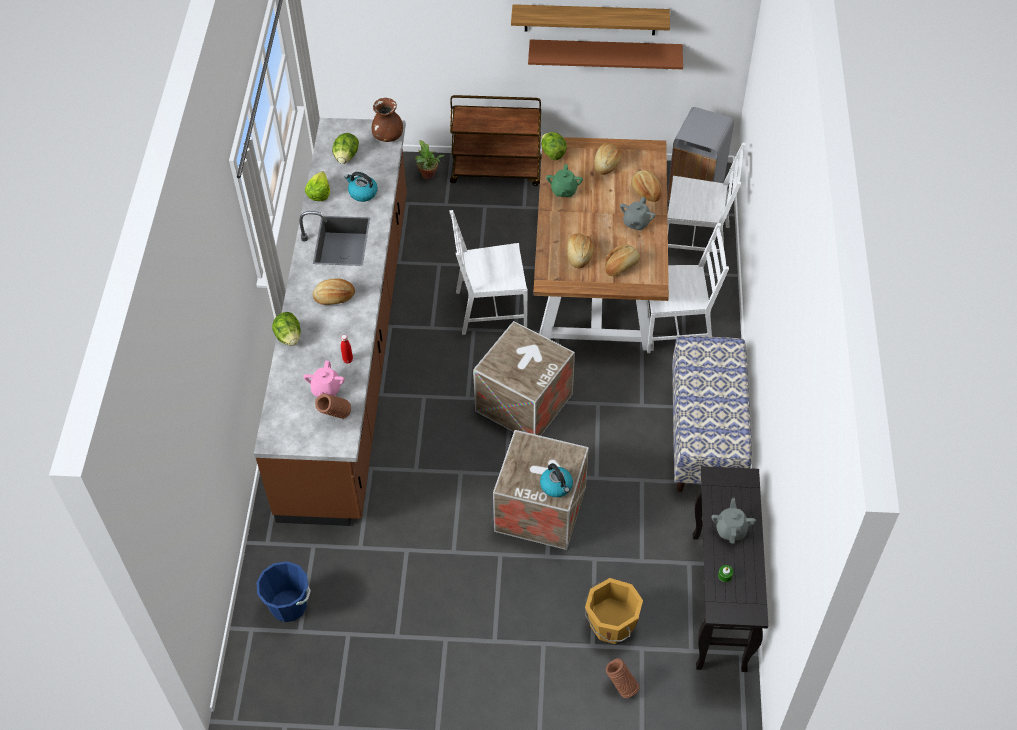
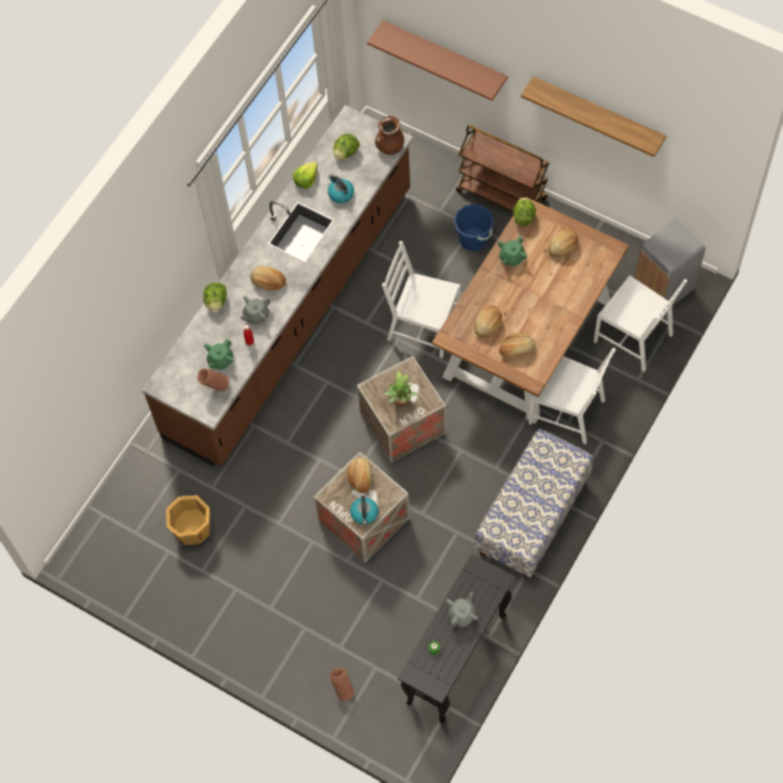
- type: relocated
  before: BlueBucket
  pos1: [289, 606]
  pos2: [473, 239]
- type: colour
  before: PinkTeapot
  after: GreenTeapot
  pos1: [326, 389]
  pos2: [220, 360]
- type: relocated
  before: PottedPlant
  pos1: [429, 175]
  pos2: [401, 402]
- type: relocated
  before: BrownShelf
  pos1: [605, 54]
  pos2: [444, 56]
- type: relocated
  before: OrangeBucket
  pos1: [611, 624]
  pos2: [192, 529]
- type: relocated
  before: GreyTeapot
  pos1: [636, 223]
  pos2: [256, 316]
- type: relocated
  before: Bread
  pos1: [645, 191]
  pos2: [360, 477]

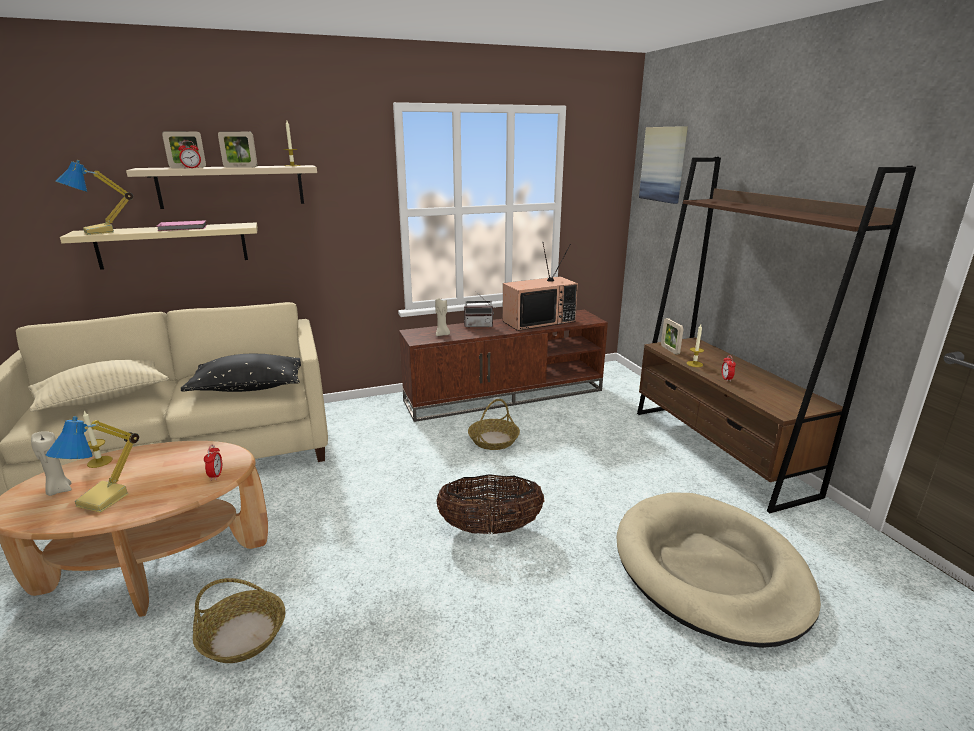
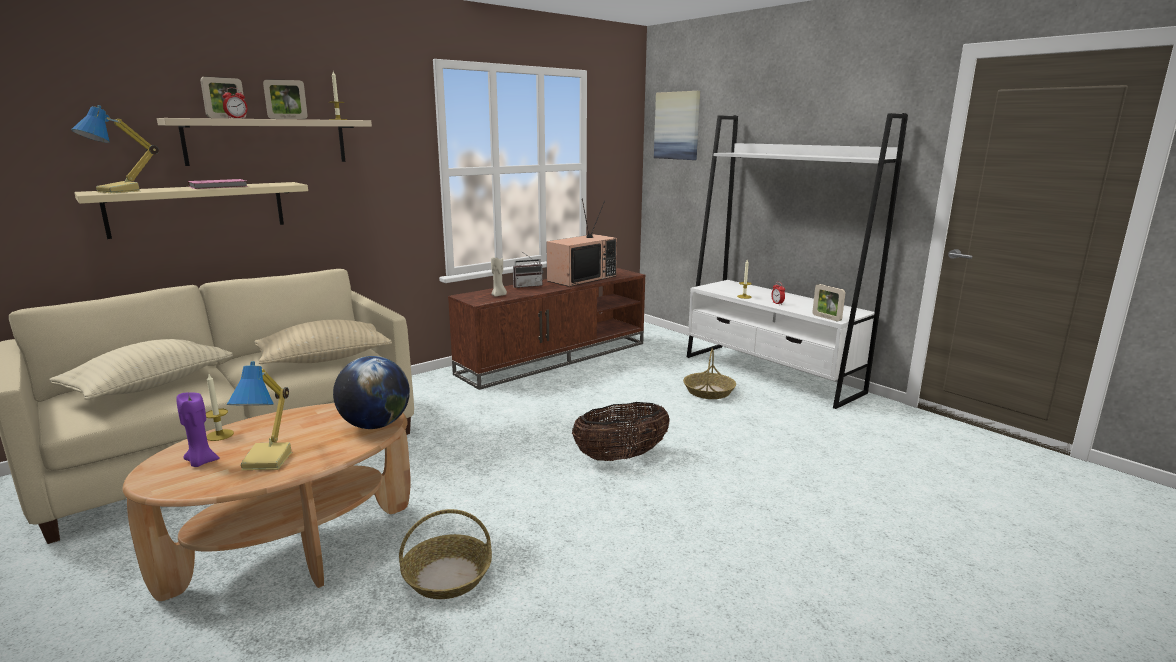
- type: colour
  before: BeigeCandle
  after: PurpleCandle
  pos1: [59, 490]
  pos2: [201, 462]
- type: colour
  before: BlackPillow
  after: BeigePillow
  pos1: [249, 388]
  pos2: [325, 359]
- type: exchanged
  before: AlarmClock
  after: Globe
  pos1: [216, 475]
  pos2: [375, 425]
- type: relocated
  before: Basket
  pos1: [493, 440]
  pos2: [709, 392]
- type: missing
  before: BeigeDogBed
  pos1: [709, 570]
- type: colour
  before: BrownBookcase
  after: WhiteBookcase
  pos1: [718, 450]
  pos2: [771, 374]
- type: relocated
  before: PictureFrame
  pos1: [670, 350]
  pos2: [826, 318]

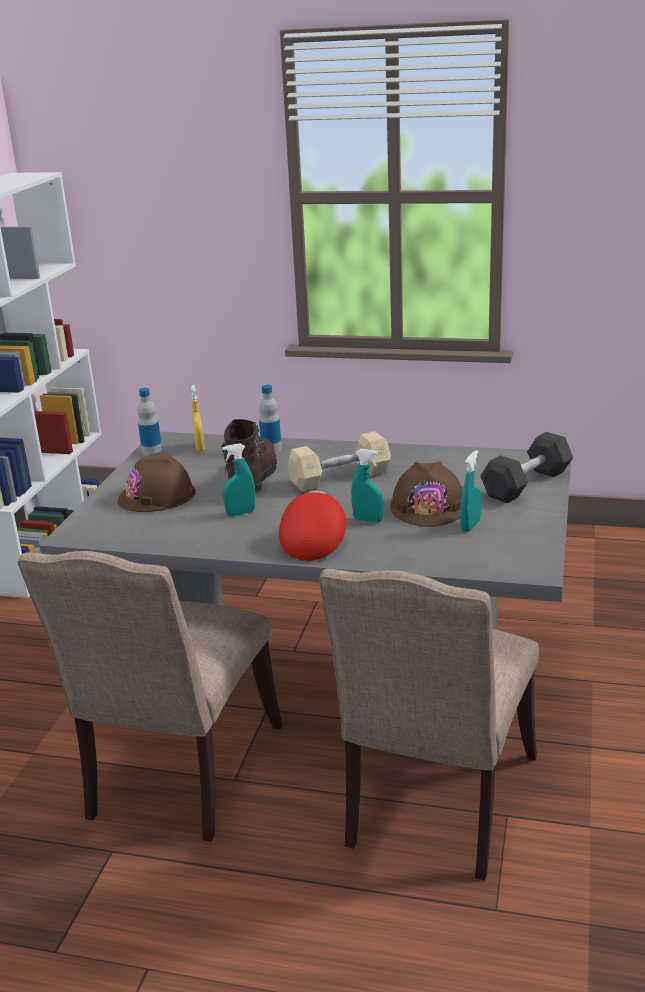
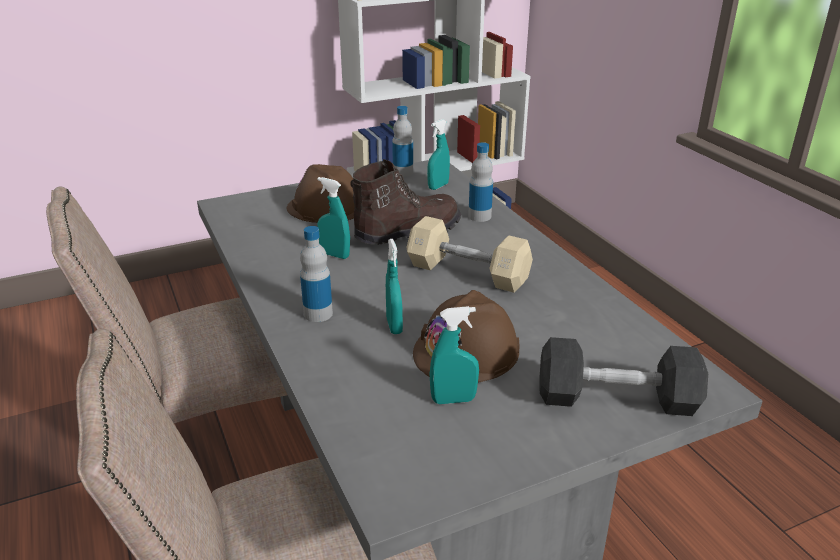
- type: colour
  before: YellowSprayBottle
  after: TurquoiseSprayBottle
  pos1: [200, 447]
  pos2: [438, 186]
- type: exchanged
  before: RedCap
  after: Bottle
  pos1: [314, 540]
  pos2: [318, 314]

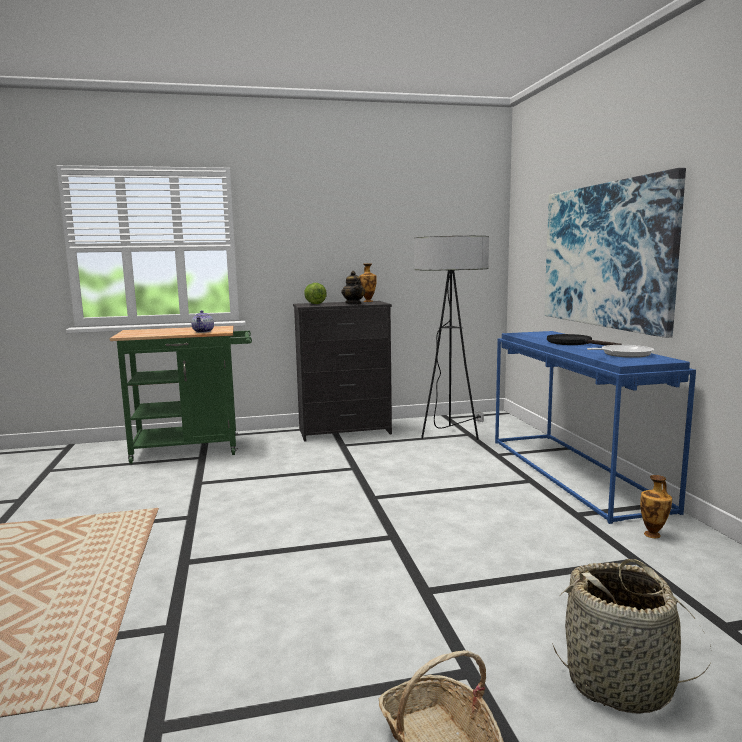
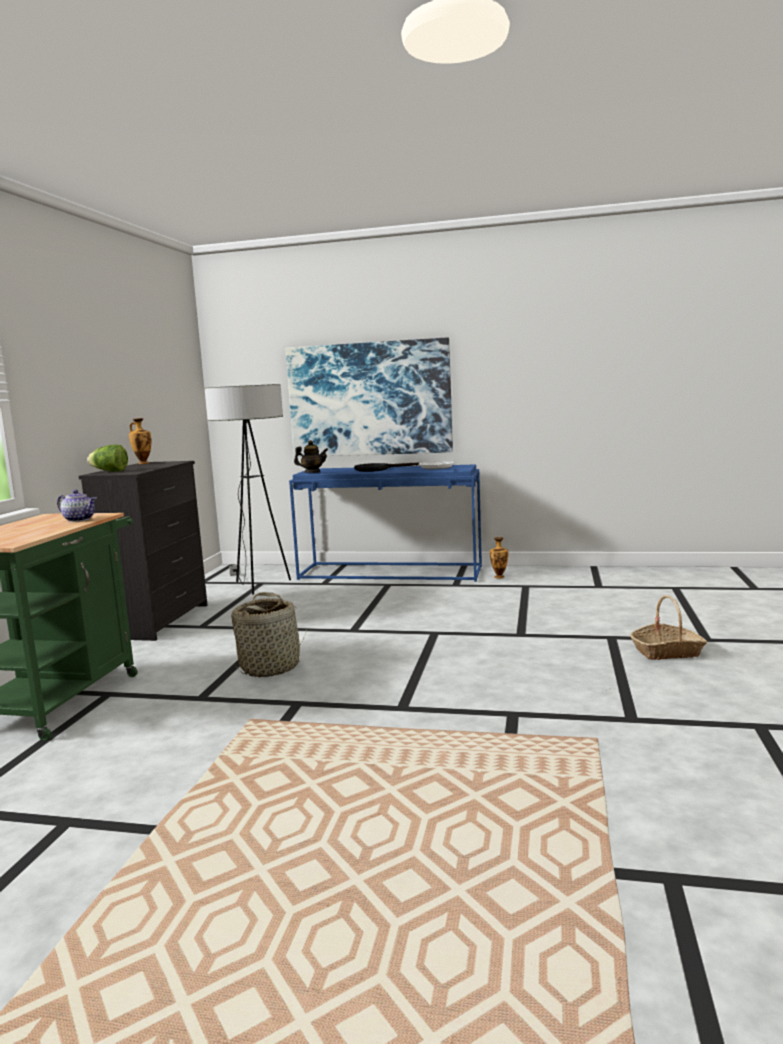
- type: relocated
  before: Teapot
  pos1: [353, 304]
  pos2: [312, 472]
- type: relocated
  before: Basket
  pos1: [620, 682]
  pos2: [270, 667]

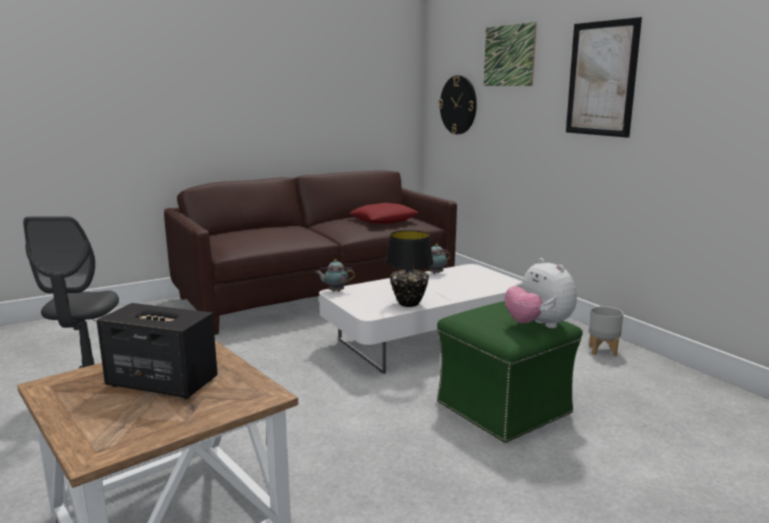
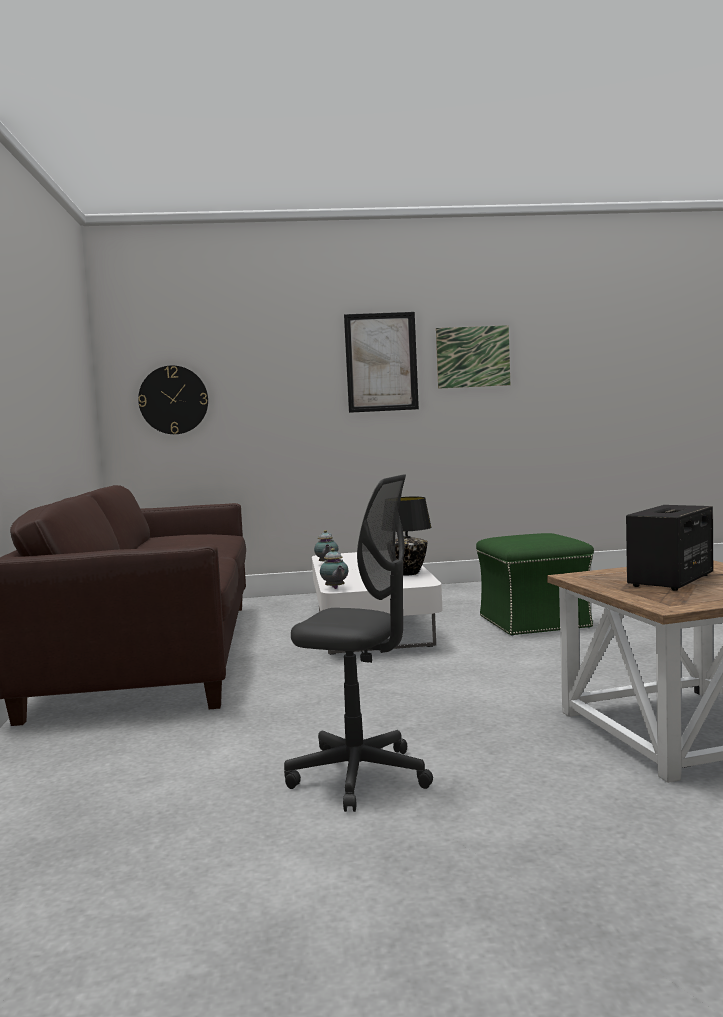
- type: spun
  before: Teapot
  pos1: [335, 291]
  pos2: [335, 588]
  turn: -45
- type: missing
  before: RedPillow
  pos1: [384, 220]
- type: relocated
  before: Picture
  pos1: [509, 55]
  pos2: [473, 357]
- type: missing
  before: PlushToy
  pos1: [538, 325]
- type: missing
  before: GreyPlanter
  pos1: [603, 350]

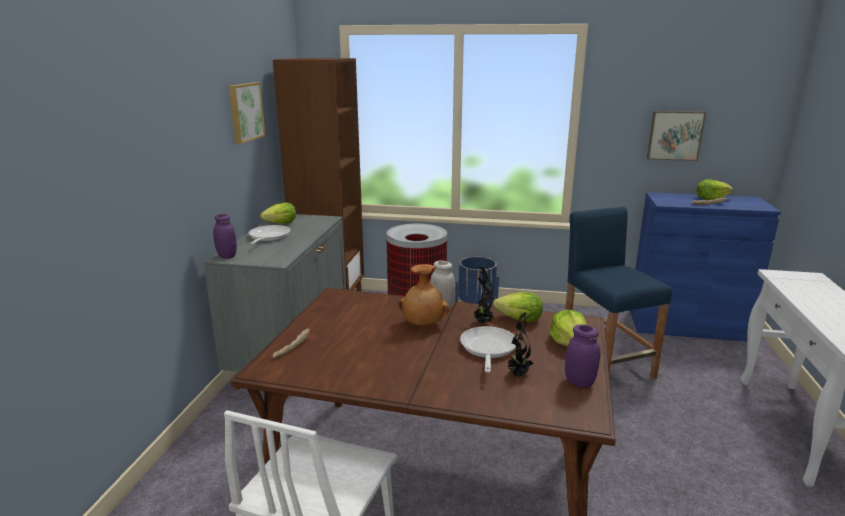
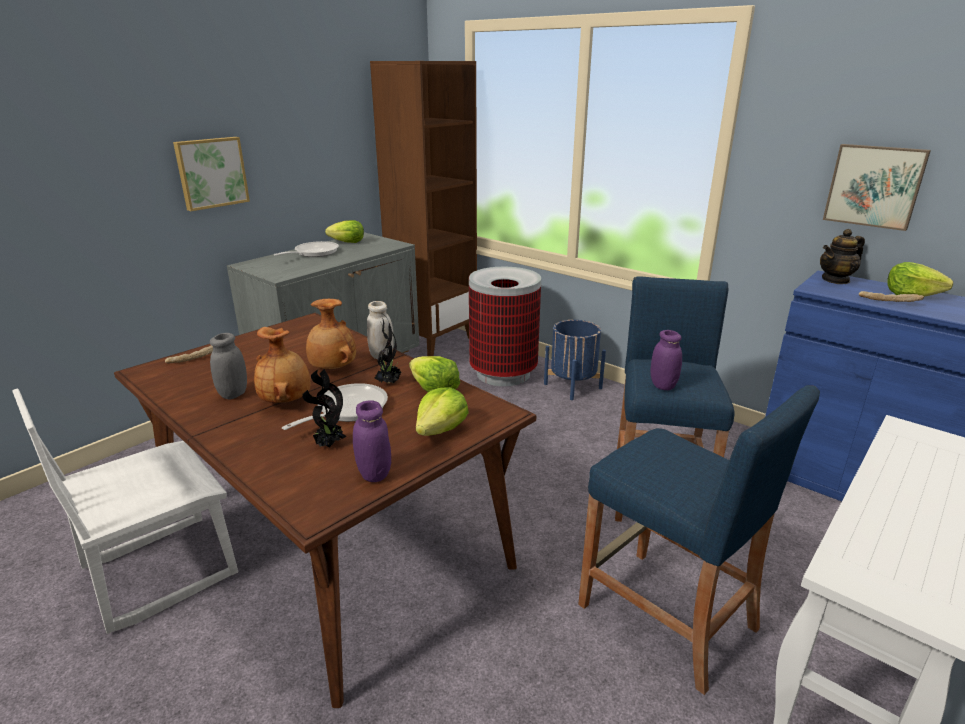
- type: relocated
  before: PurpleJar
  pos1: [227, 256]
  pos2: [663, 385]
- type: relocated
  before: Picture
  pos1: [244, 112]
  pos2: [211, 173]
- type: appeared
  after: GreyJar
  pos2: [233, 394]
- type: appeared
  after: BrownVase
  pos2: [286, 401]
- type: appeared
  after: BlueStool
  pos2: [667, 616]
- type: appeared
  after: Teapot
  pos2: [836, 280]

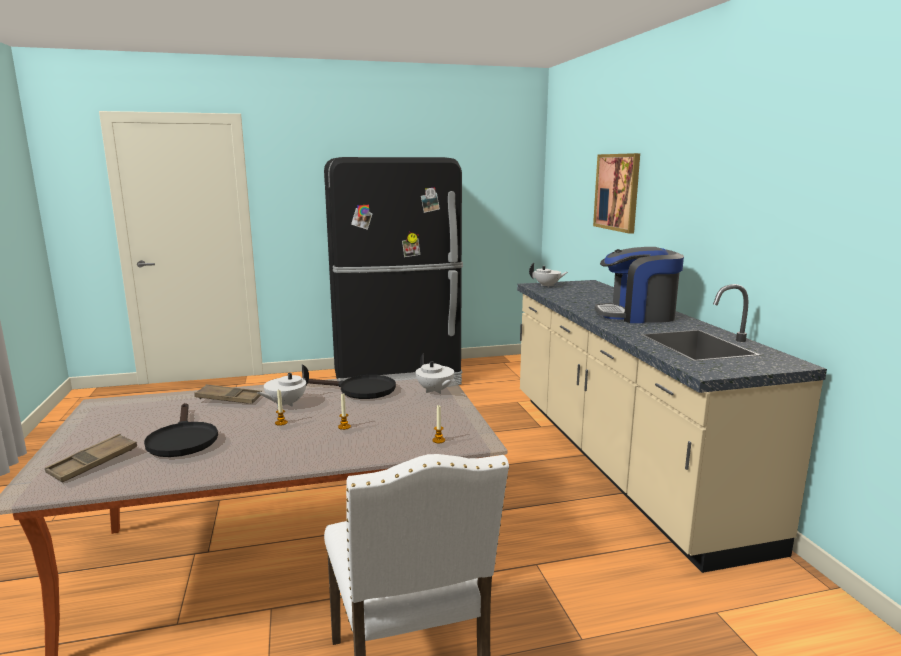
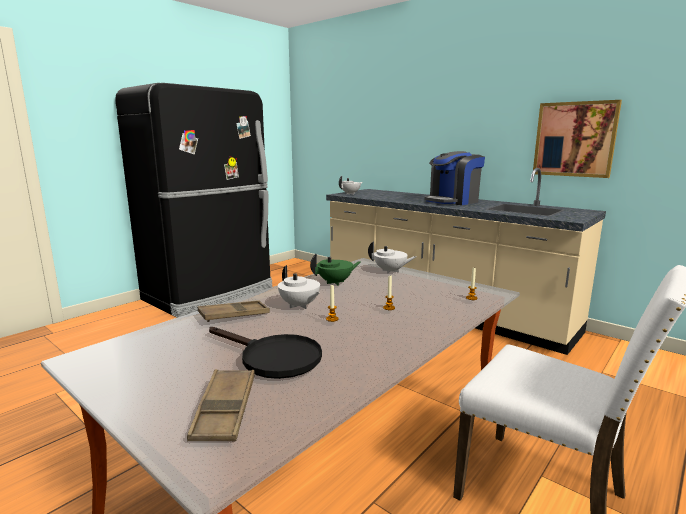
- type: spun
  before: WhiteTeapot
  pos1: [285, 404]
  pos2: [299, 305]
  turn: -45
- type: exchanged
  before: BlackFryingPan
  after: GreenTeapot
  pos1: [359, 390]
  pos2: [335, 282]
- type: relocated
  before: Picture
  pos1: [617, 192]
  pos2: [574, 139]

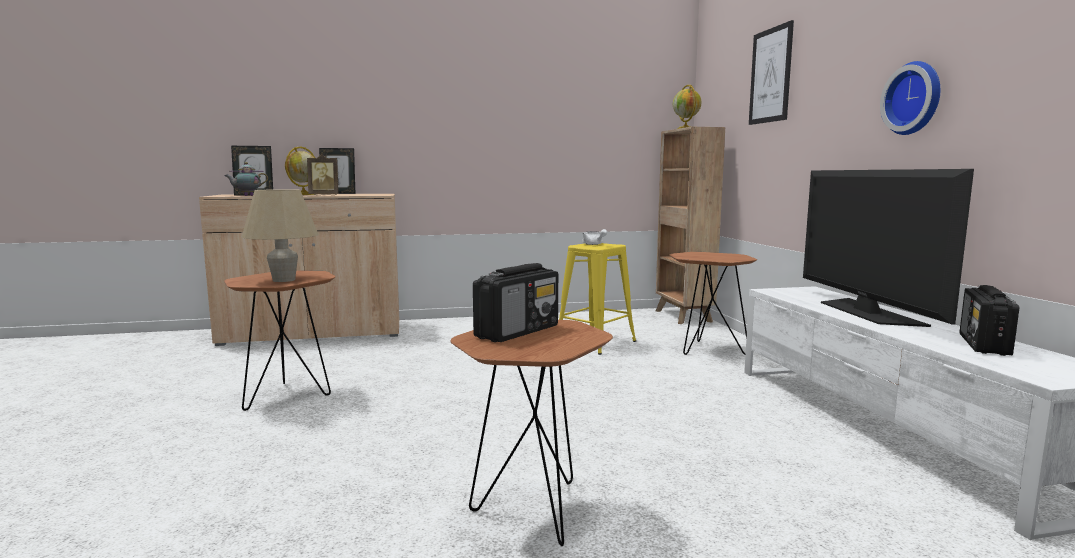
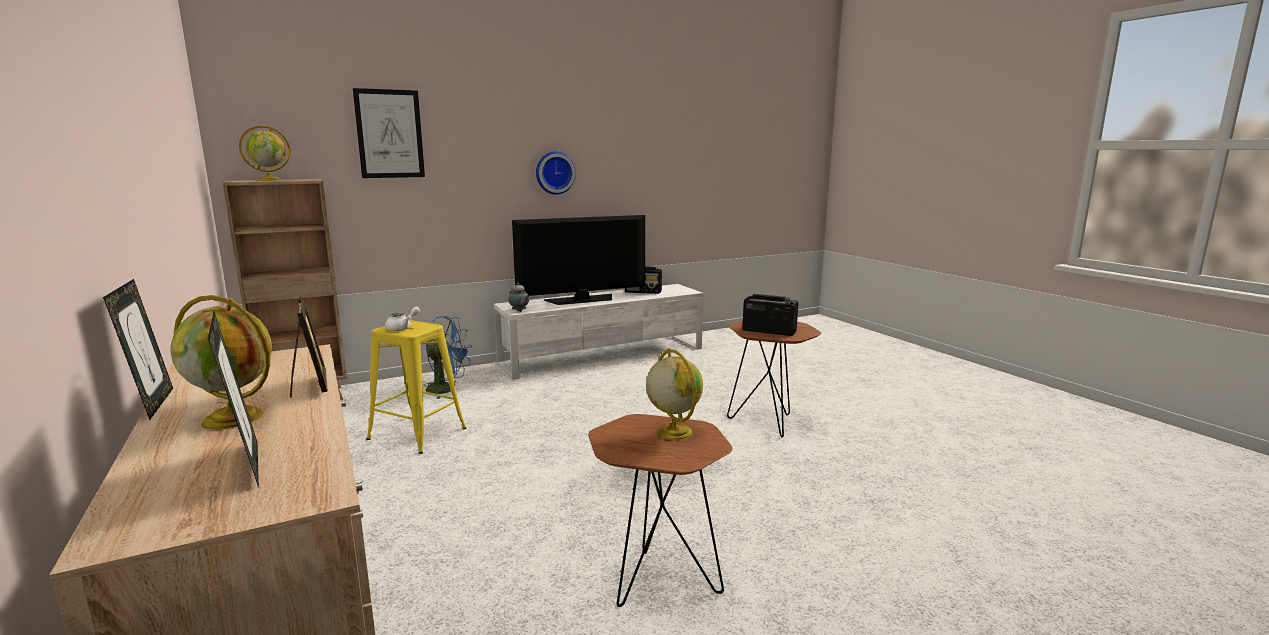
- type: relocated
  before: Teapot
  pos1: [247, 196]
  pos2: [519, 311]
- type: exchanged
  before: BeigeTableLamp
  after: Globe
  pos1: [284, 280]
  pos2: [673, 432]
- type: exchanged
  before: BrownSideTable
  after: BlueFan
  pos1: [707, 350]
  pos2: [447, 389]

